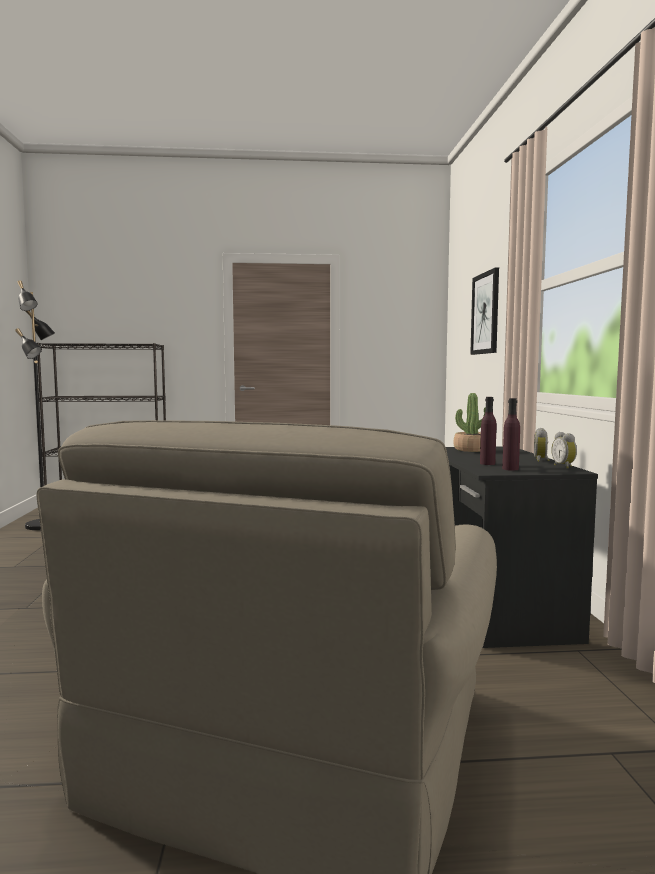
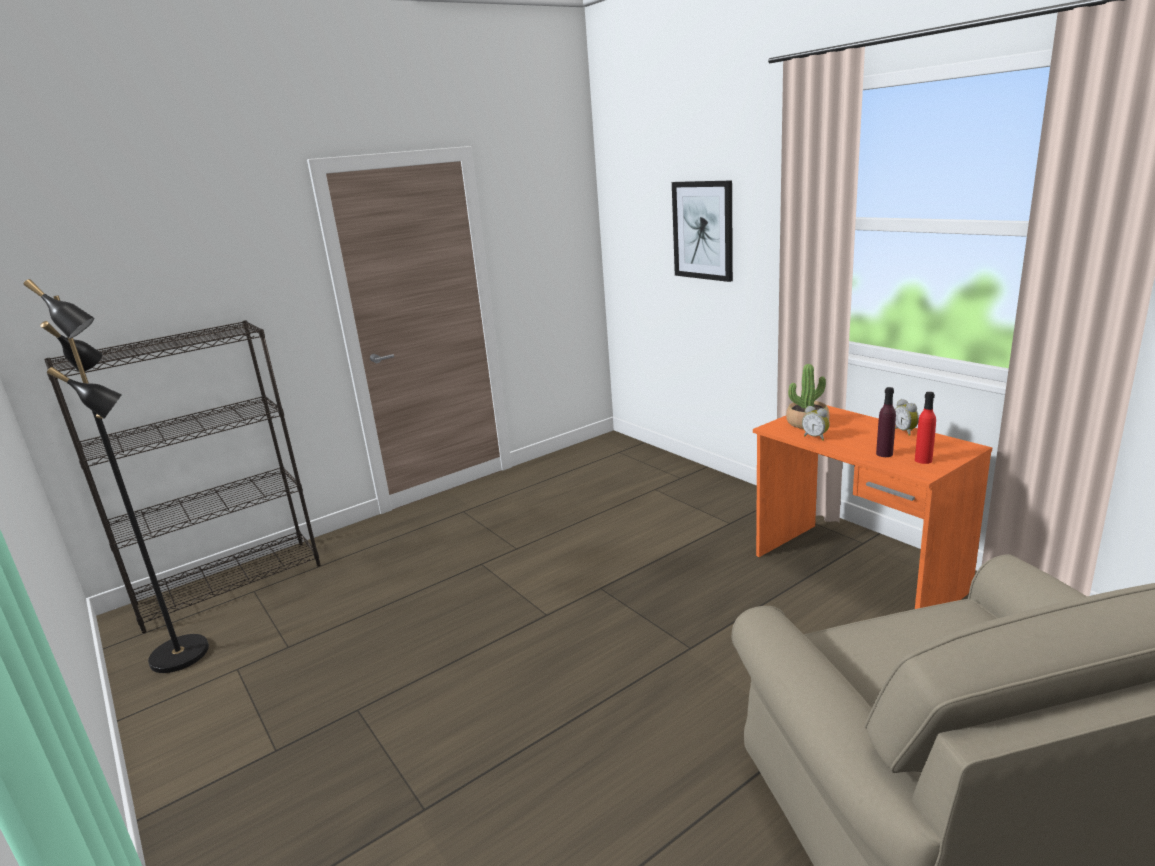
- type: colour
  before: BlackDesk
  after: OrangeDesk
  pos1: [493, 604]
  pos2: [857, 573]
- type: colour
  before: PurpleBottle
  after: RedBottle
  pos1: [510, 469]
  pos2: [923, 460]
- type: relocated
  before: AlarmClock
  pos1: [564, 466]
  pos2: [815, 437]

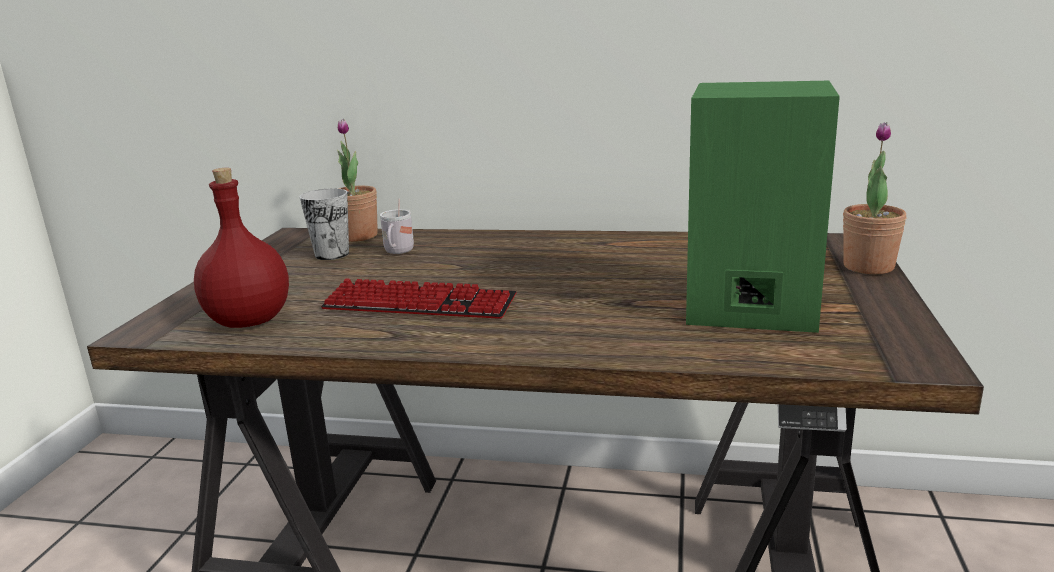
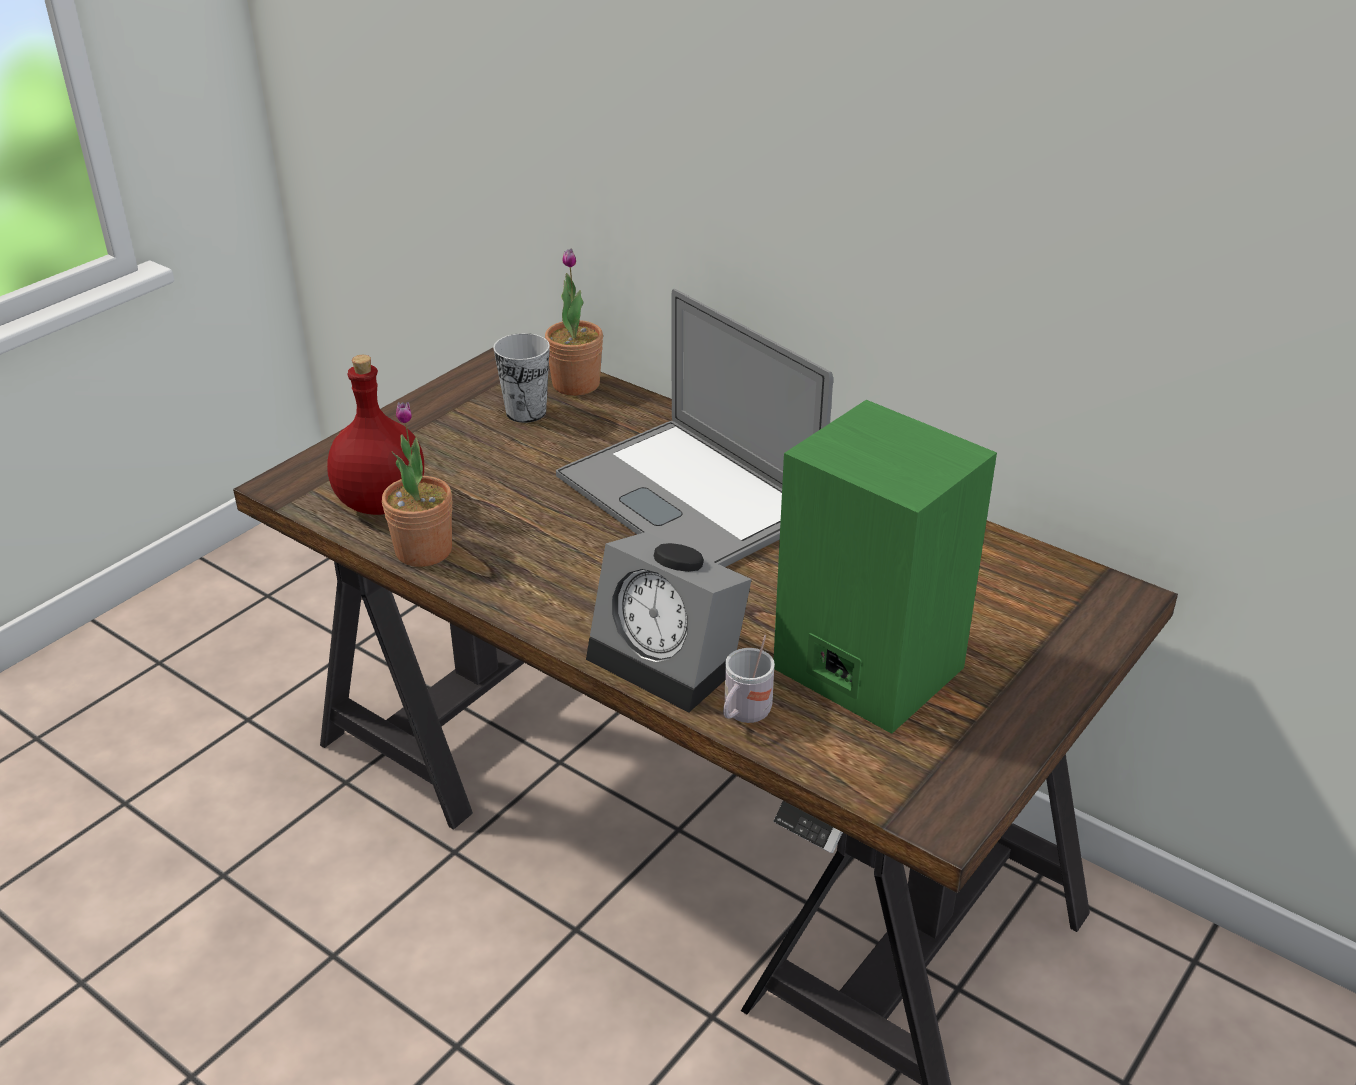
- type: missing
  before: Keyboard
  pos1: [419, 304]
- type: relocated
  before: WhiteMug
  pos1: [398, 253]
  pos2: [743, 715]
- type: relocated
  before: PottedPlant
  pos1: [868, 267]
  pos2: [423, 551]
- type: appeared
  after: Laptop
  pos2: [687, 496]
- type: appeared
  after: AlarmClock
  pos2: [671, 660]

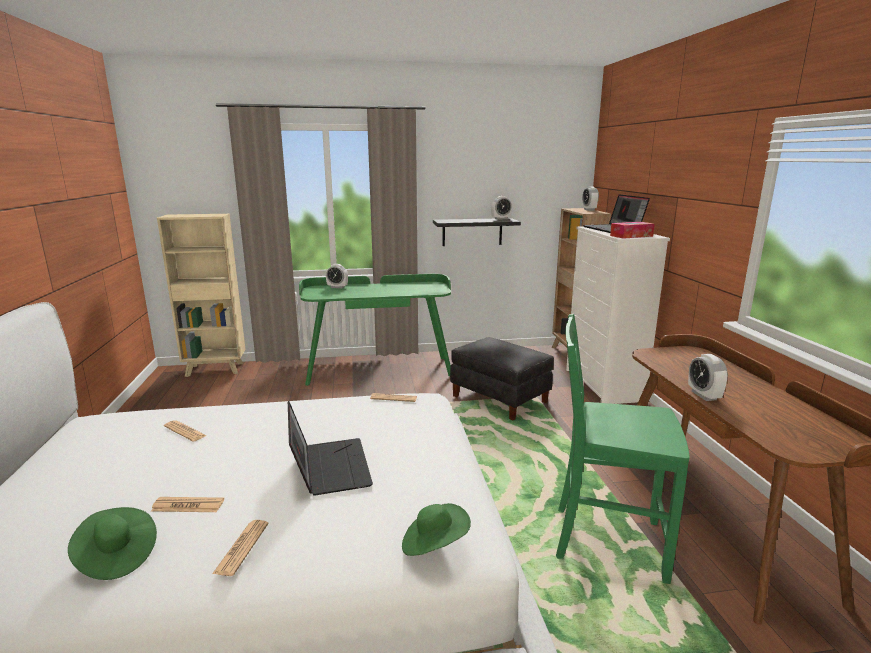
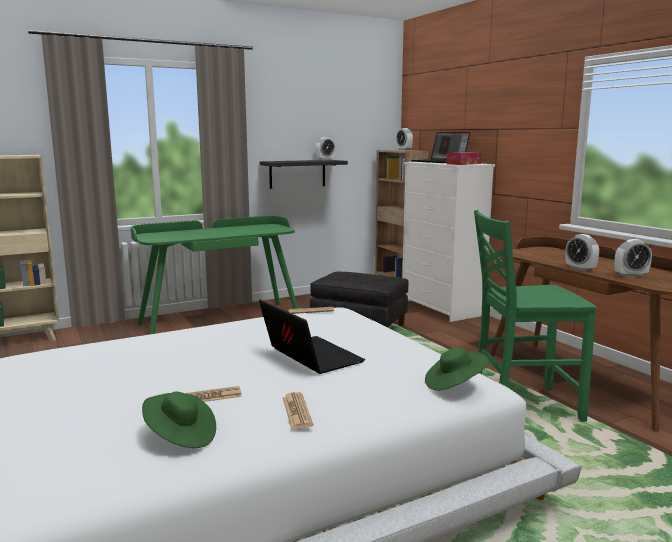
- type: missing
  before: Newspaper
  pos1: [185, 431]
- type: relocated
  before: AlarmClock
  pos1: [337, 287]
  pos2: [631, 275]

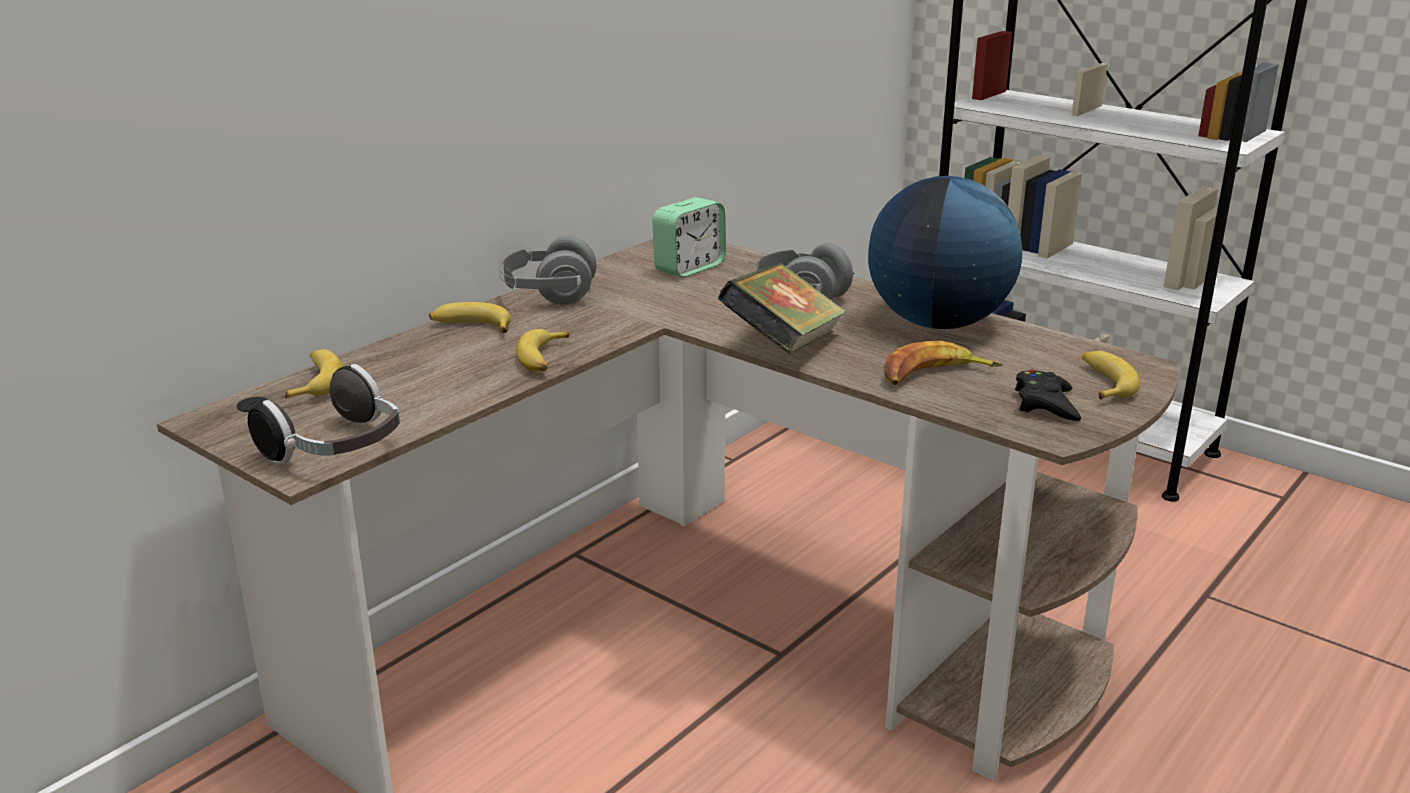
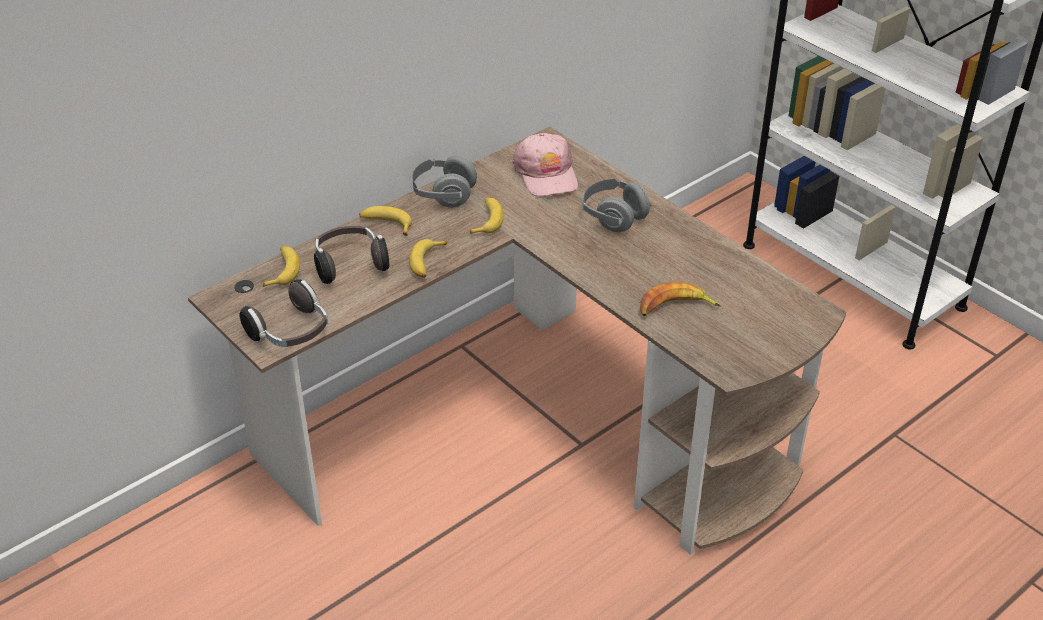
- type: exchanged
  before: AlarmClock
  after: PinkCap
  pos1: [689, 268]
  pos2: [546, 174]
- type: missing
  before: Book
  pos1: [783, 346]
- type: missing
  before: Globe
  pos1: [938, 323]
- type: missing
  before: BlackGameController
  pos1: [1045, 403]
- type: relocated
  before: Banana
  pos1: [1103, 383]
  pos2: [486, 220]
- type: appeared
  after: Headphones
  pos2: [349, 264]

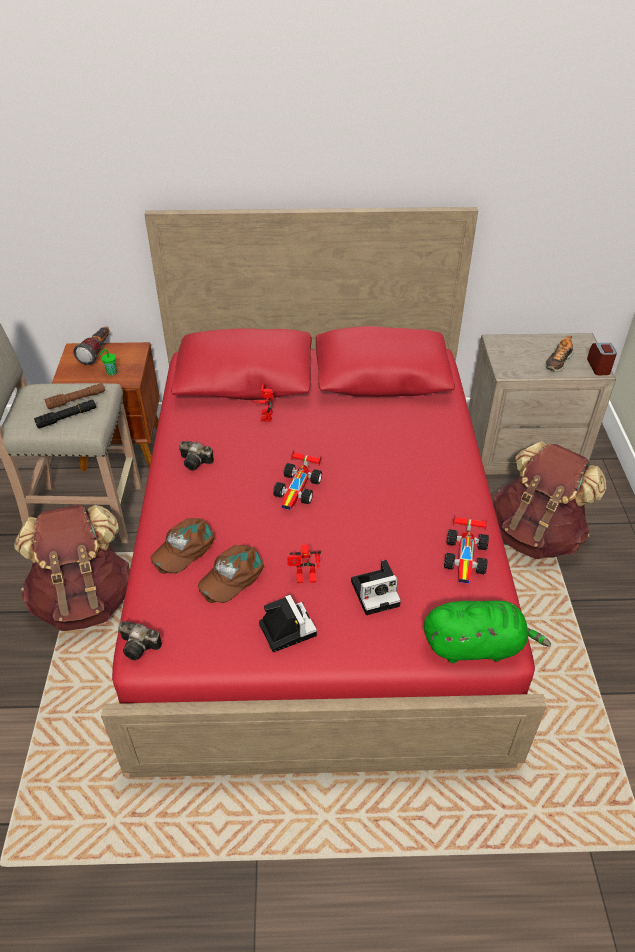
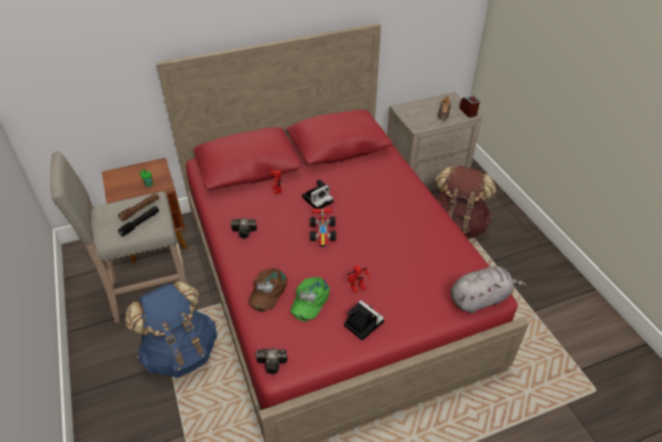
- type: colour
  before: BrownBackpack
  after: BlueBackpack
  pos1: [85, 600]
  pos2: [181, 352]
- type: missing
  before: Flashlight
  pos1: [97, 352]
- type: colour
  before: BrownCap
  after: GreenCap
  pos1: [232, 576]
  pos2: [309, 300]
- type: relocated
  before: PhotoCamera
  pos1: [376, 592]
  pos2: [318, 199]
- type: colour
  before: GreenPlushToy
  after: GreyPlushToy
  pos1: [476, 646]
  pos2: [480, 299]
- type: missing
  before: ToyCar
  pos1: [466, 557]

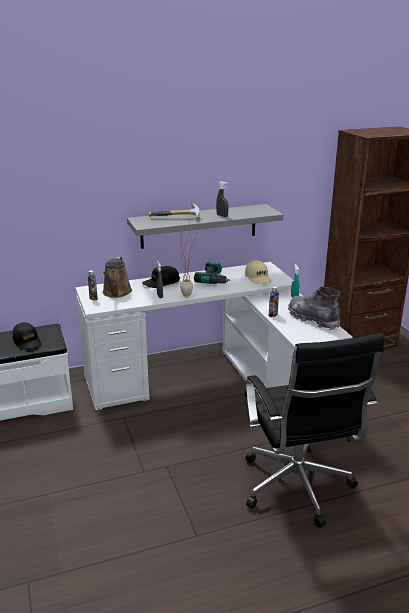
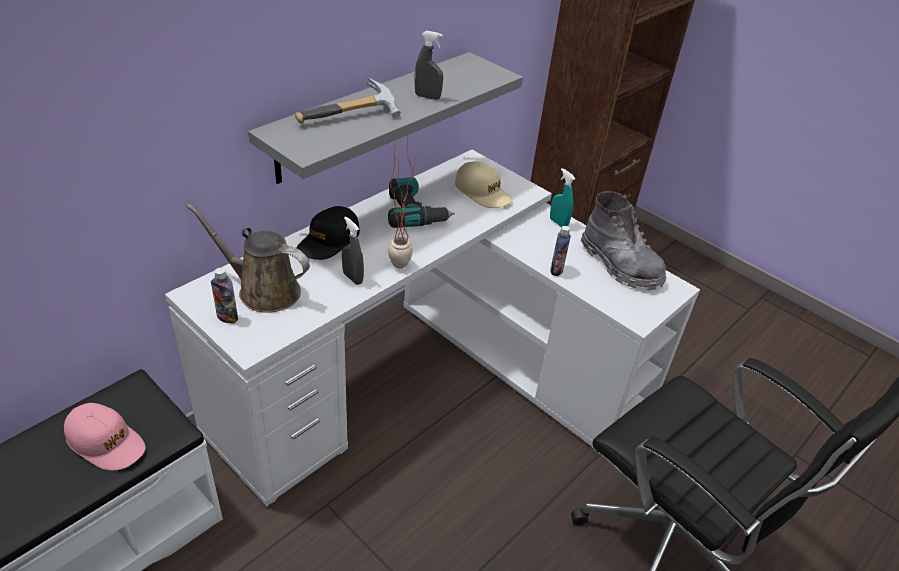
- type: colour
  before: BlackCap
  after: PinkCap
  pos1: [27, 341]
  pos2: [106, 442]
- type: spun
  before: BrownWateringCan
  pos1: [116, 293]
  pos2: [263, 290]
  turn: 135
- type: spun
  before: GreyBoot
  pos1: [313, 319]
  pos2: [620, 265]
  turn: -150

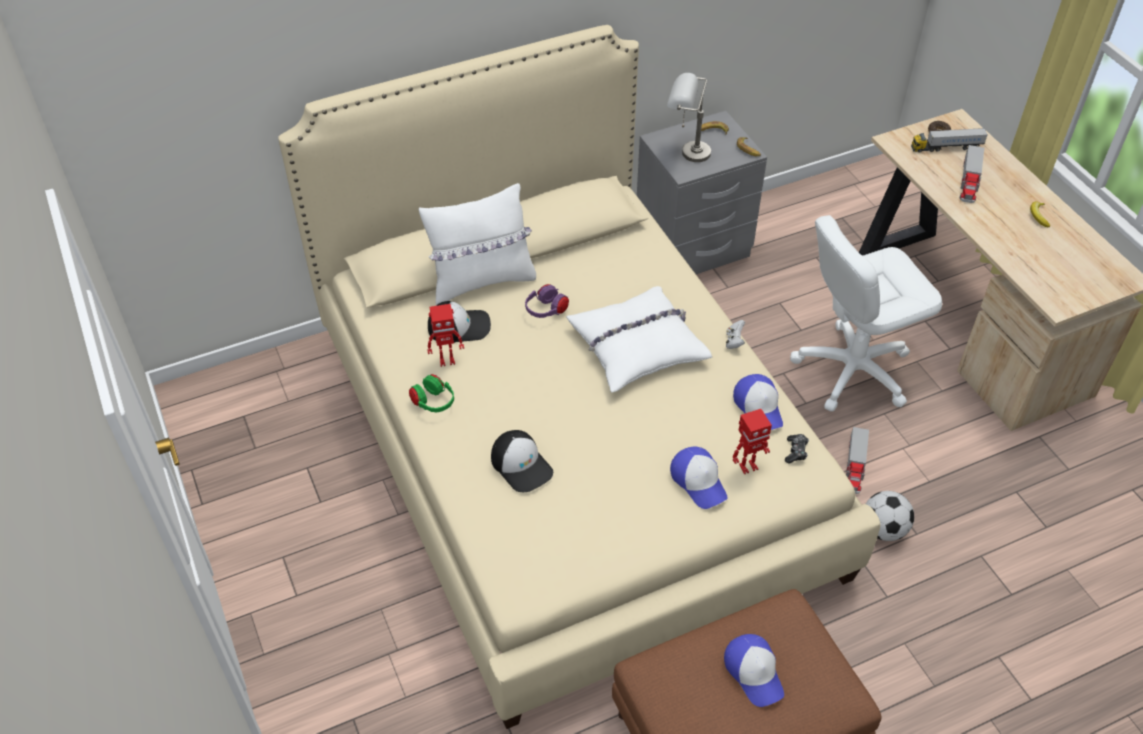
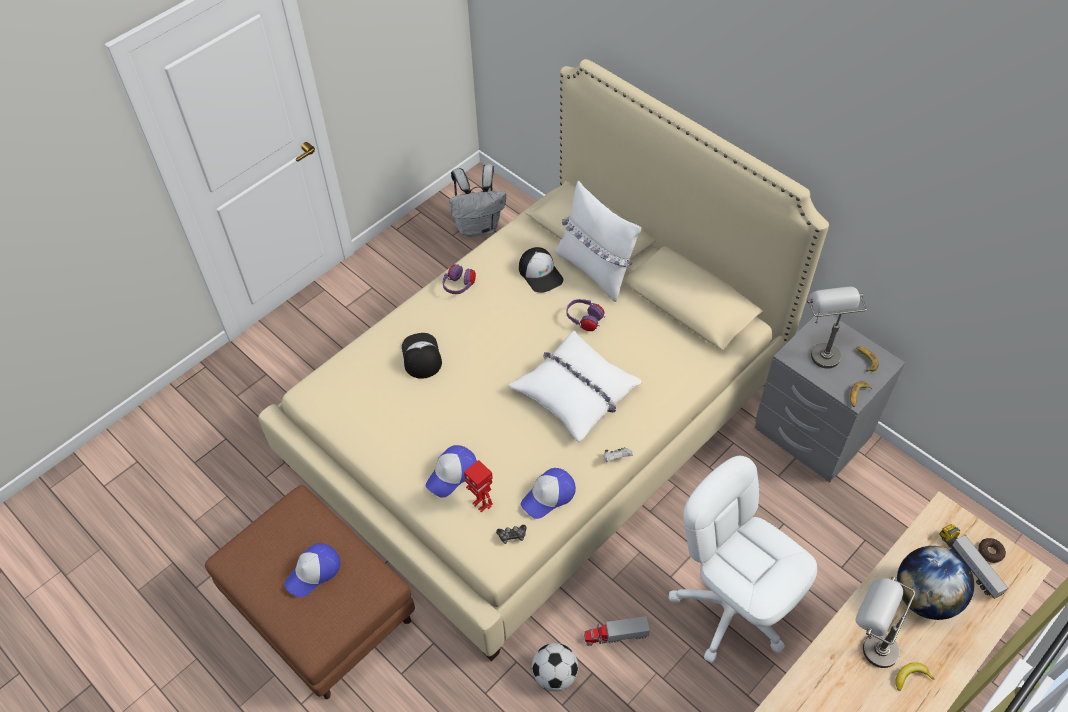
- type: colour
  before: GreenHeadphones
  after: PurpleHeadphones
  pos1: [433, 403]
  pos2: [459, 286]
- type: missing
  before: ToyRobot
  pos1: [447, 360]
- type: spun
  before: Cap
  pos1: [522, 465]
  pos2: [421, 356]
  turn: 135
- type: exchanged
  before: ToyTruck
  after: Globe
  pos1: [969, 182]
  pos2: [924, 597]
- type: appeared
  after: WhiteBackpack
  pos2: [478, 226]
- type: appeared
  after: GreyTableLamp
  pos2: [868, 645]

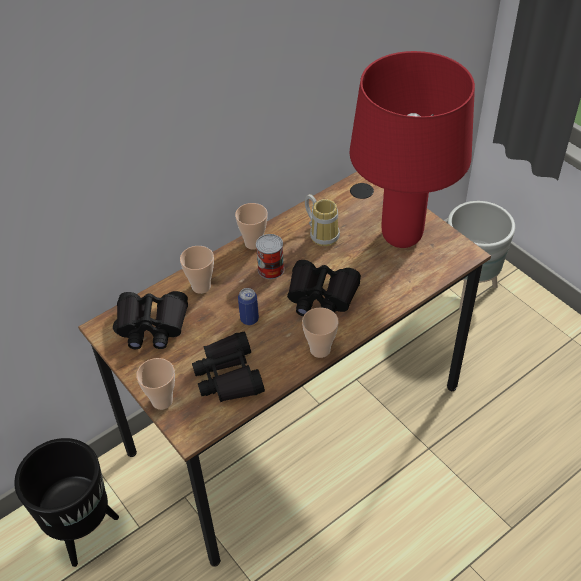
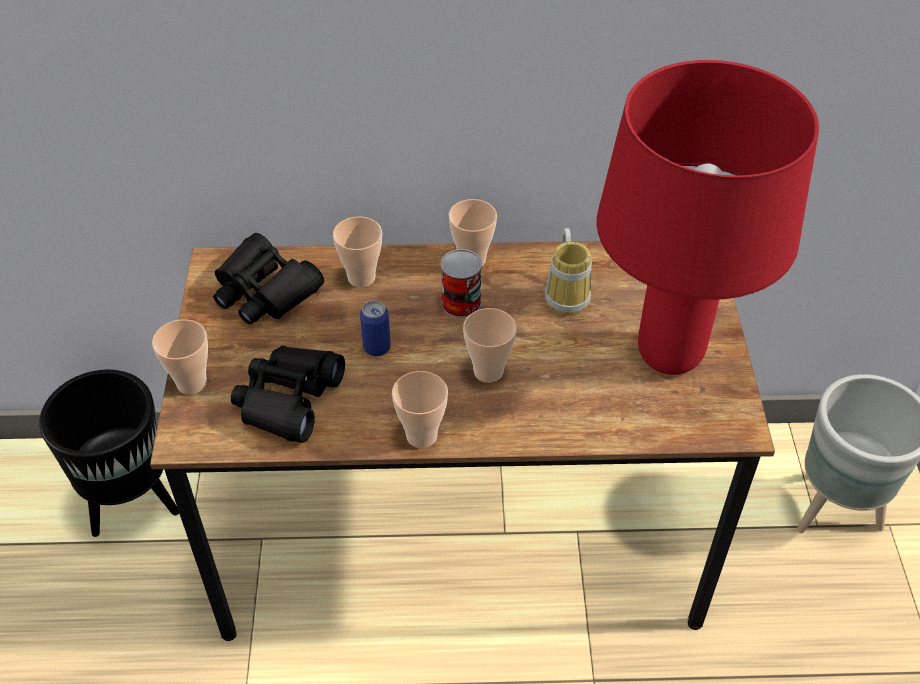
- type: exchanged
  before: BlackBinoculars
  after: Cup
  pos1: [321, 297]
  pos2: [488, 371]

